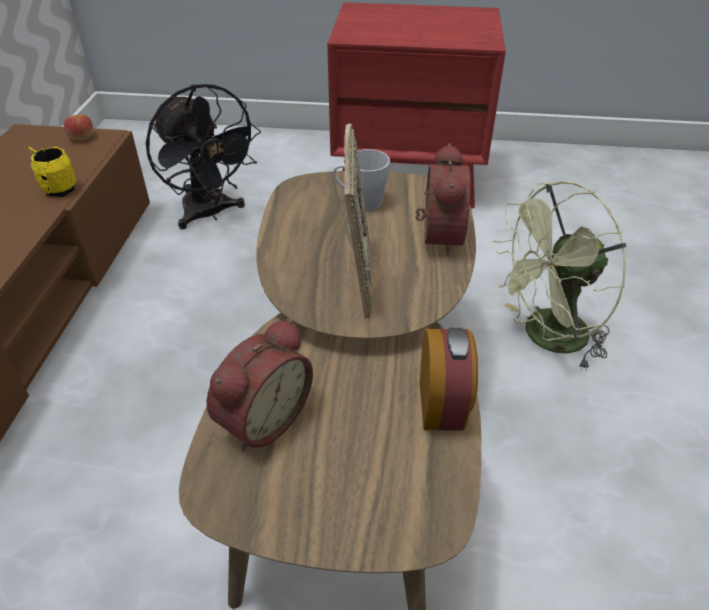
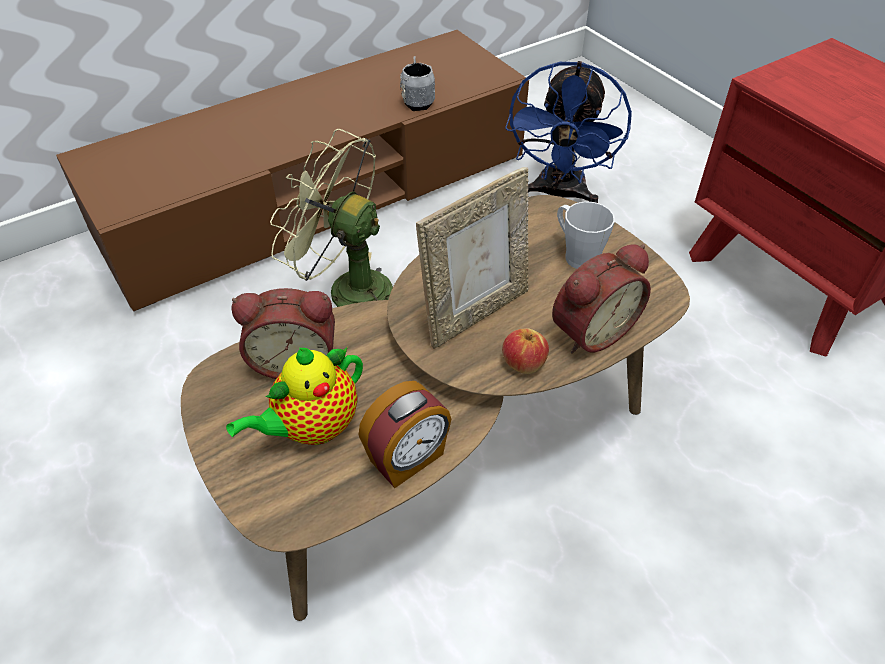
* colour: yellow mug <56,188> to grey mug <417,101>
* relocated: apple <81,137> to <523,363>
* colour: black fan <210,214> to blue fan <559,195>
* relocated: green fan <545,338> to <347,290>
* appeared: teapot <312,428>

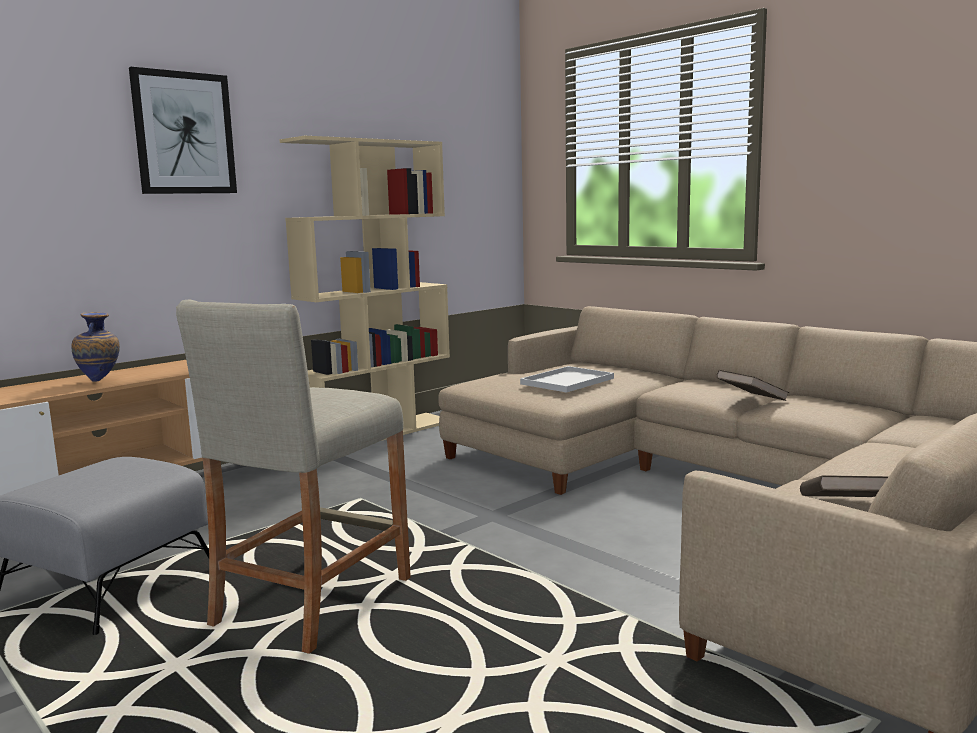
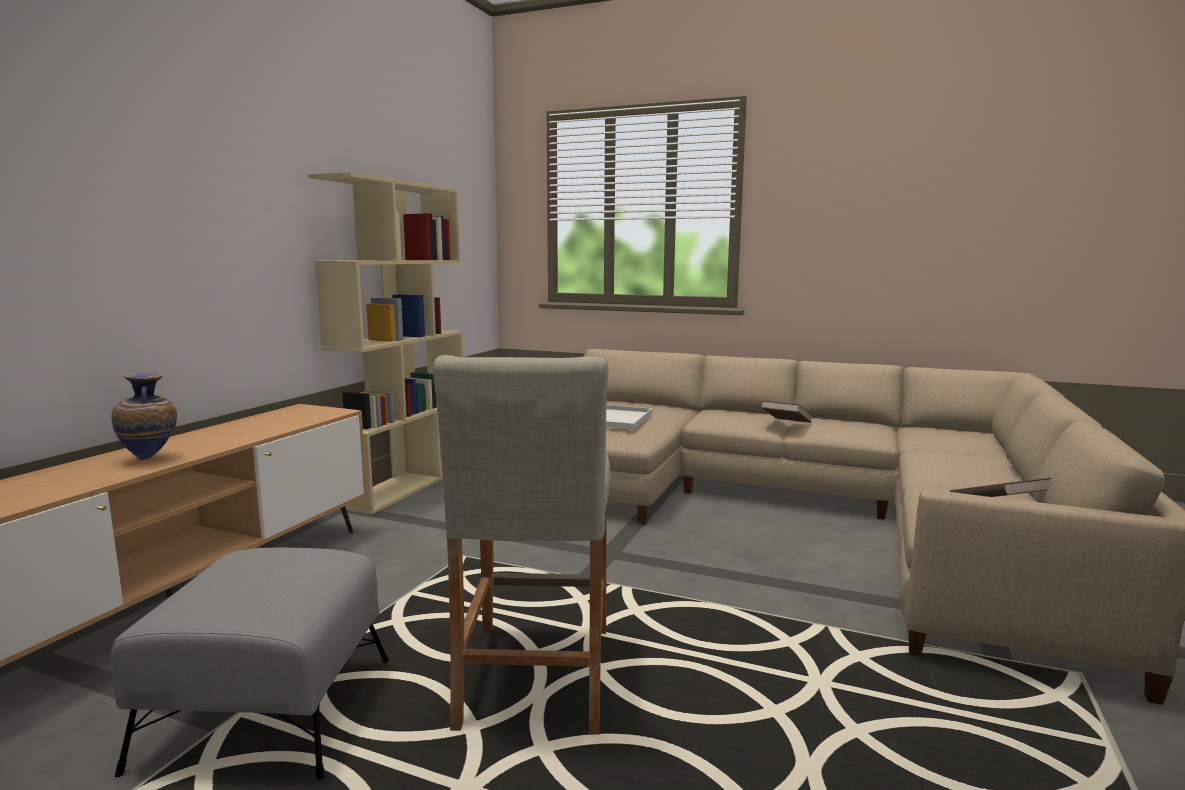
* missing: picture <184,133>

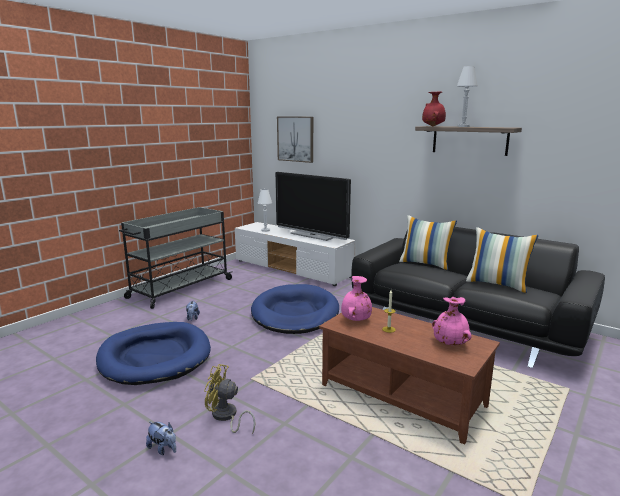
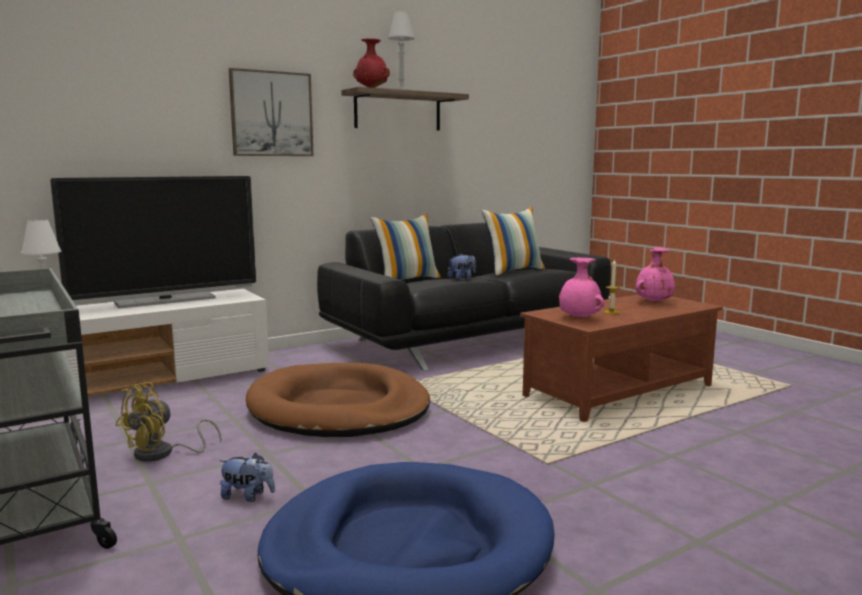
* relocated: plush toy <163,449> to <462,278>
* relocated: yellow fan <226,417> to <162,454>
* colour: blue dog bed <295,313> to brown dog bed <338,408>
* relocated: picture <295,139> to <271,114>

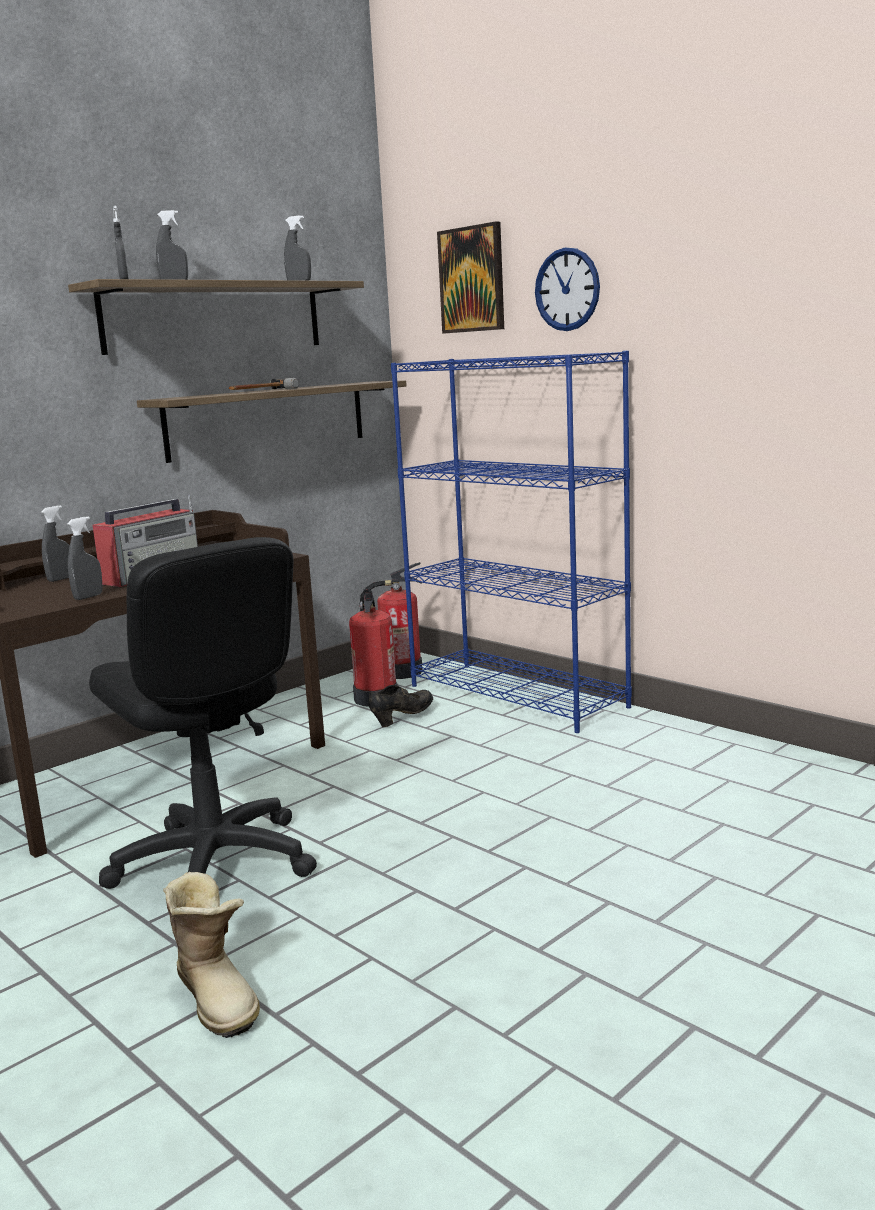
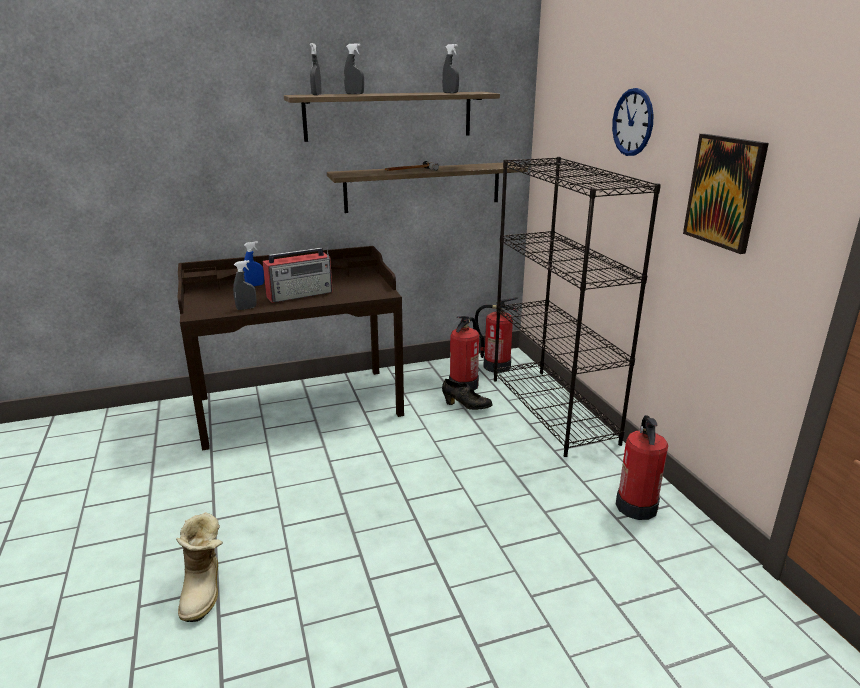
* colour: grey spray bottle <61,579> to blue spray bottle <255,285>
* missing: black office chair <213,864>
* spun: black shoe <403,718> = <466,407> 45 degrees clockwise
* colour: blue bookcase <518,696> to black bookcase <553,410>
* relocated: picture <472,279> to <724,192>
* appeared: fire extinguisher <636,506>

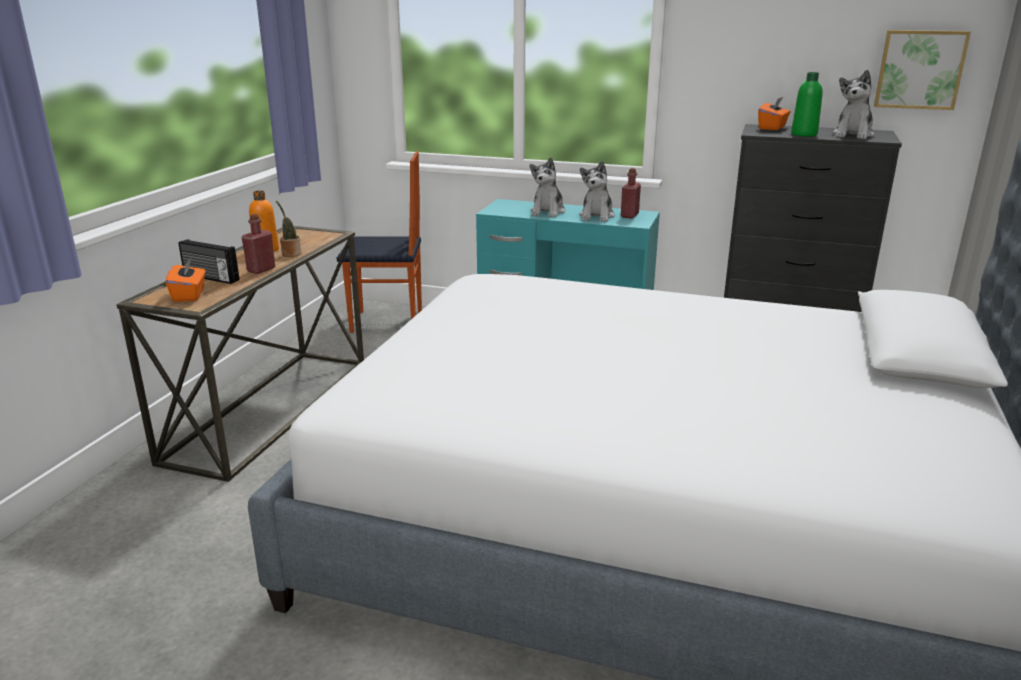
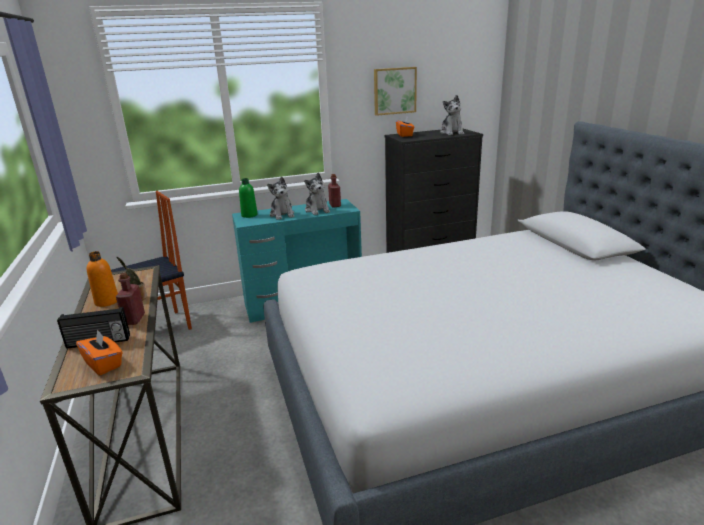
* relocated: green bottle <804,134> to <249,215>
* relocated: picture <920,69> to <394,91>

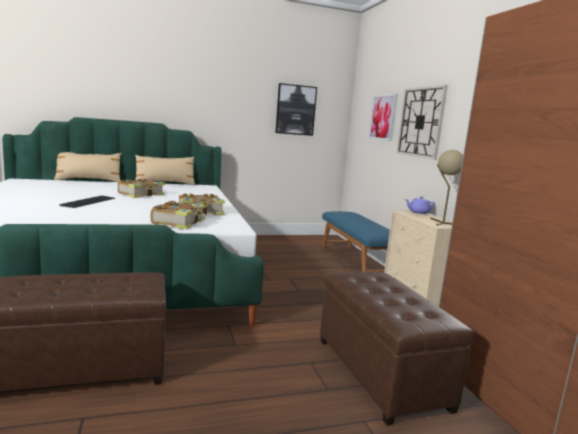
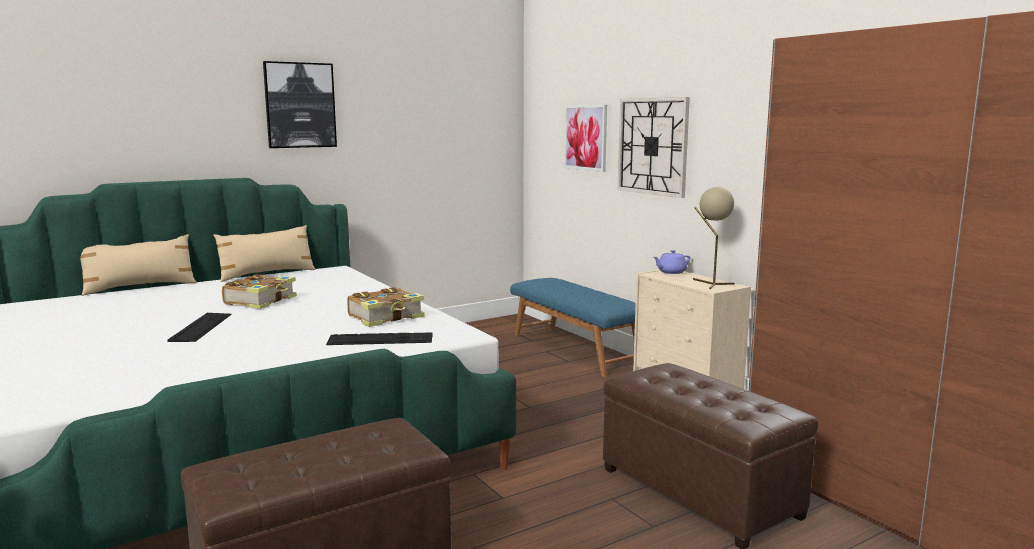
* exchanged: book <180,222> to keyboard <380,339>
* relocated: picture <295,110> to <300,105>

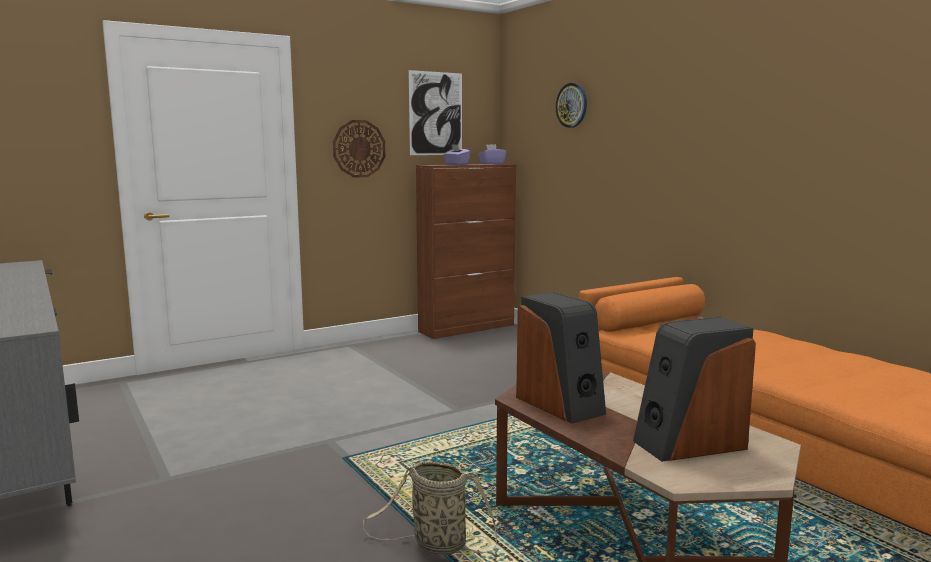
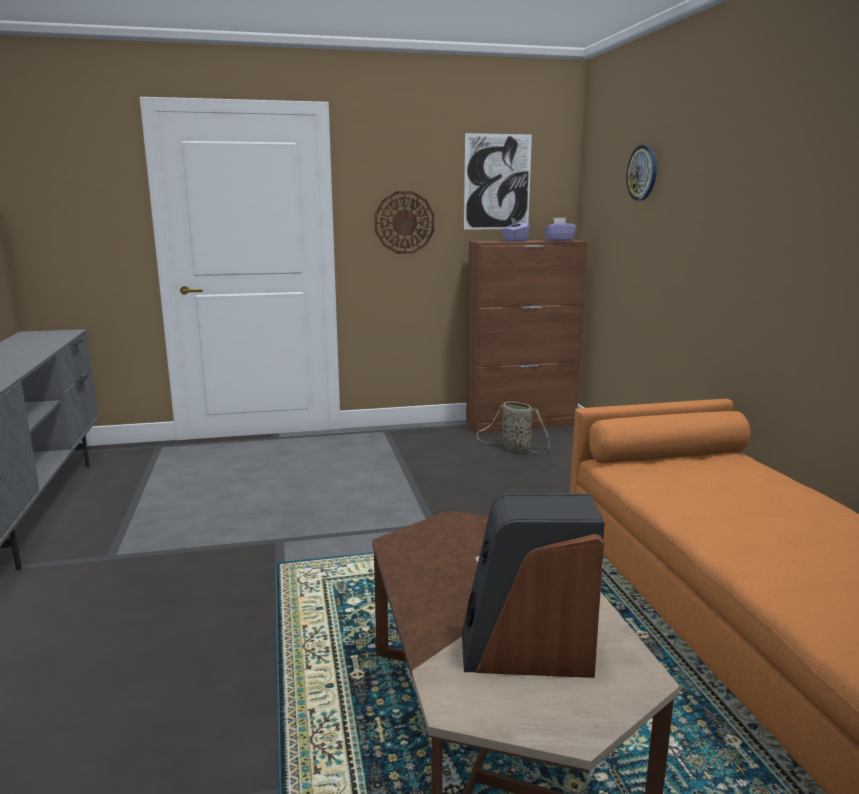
* relocated: basket <436,545> to <514,448>
* missing: speaker <560,404>

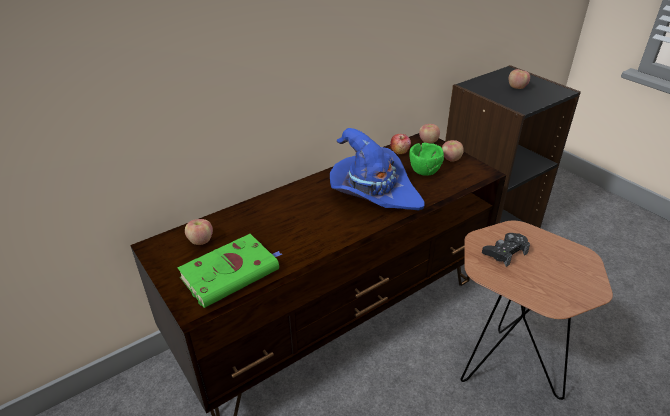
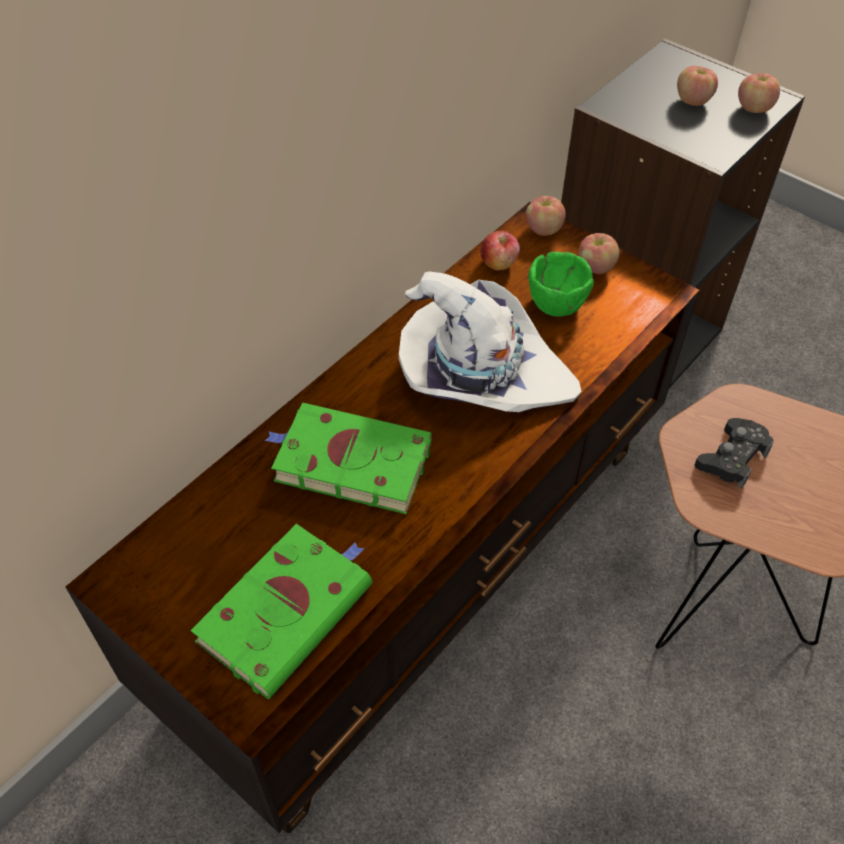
* relocated: apple <200,240> to <753,108>
* colour: blue hat <373,192> to white hat <480,373>
* appeared: green book <348,462>

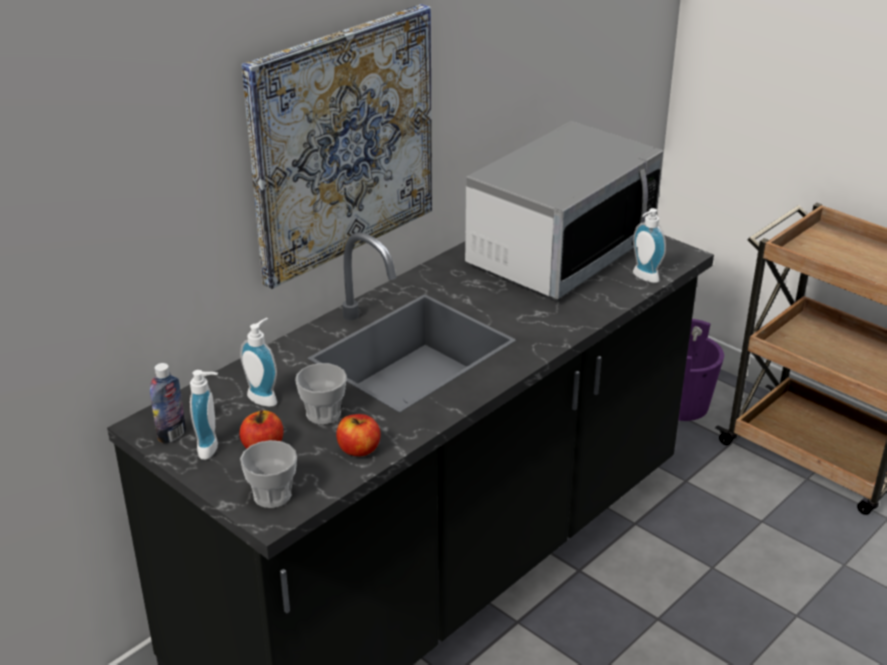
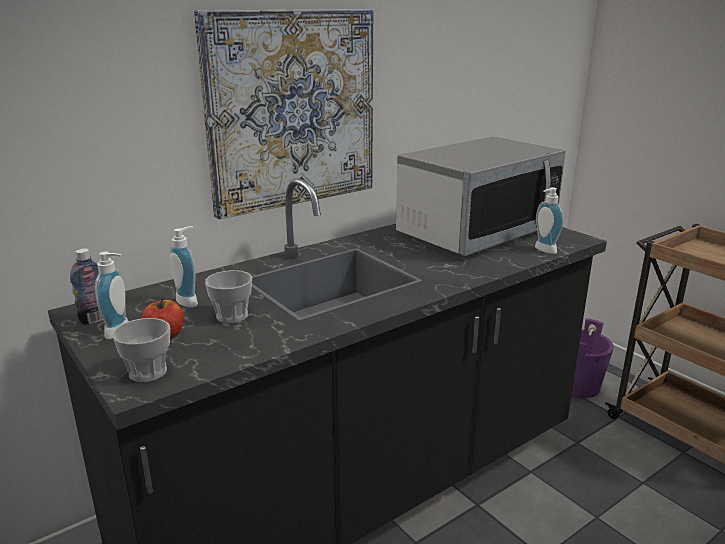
* missing: apple <359,449>

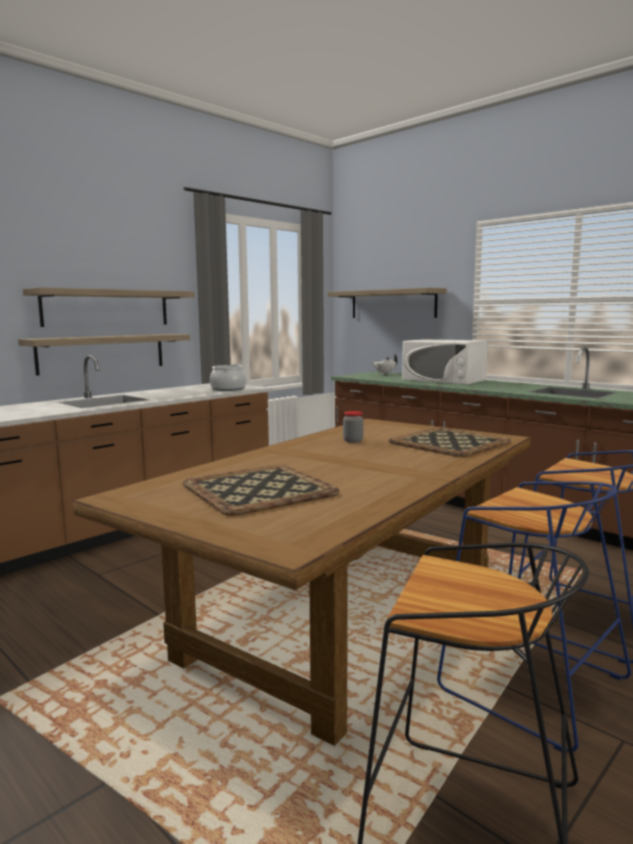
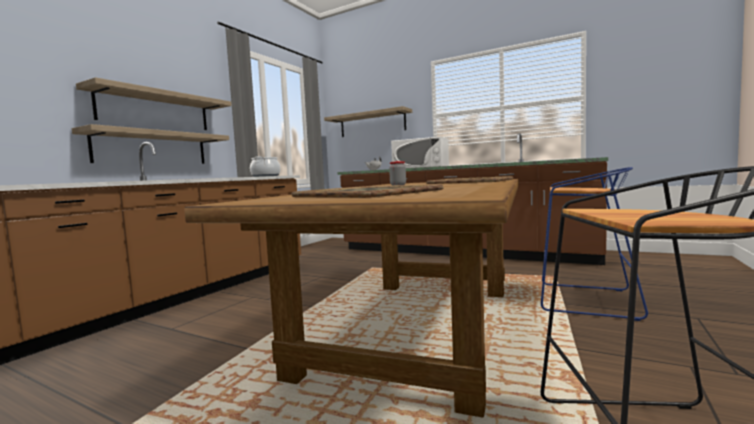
* missing: blue stool <529,684>

